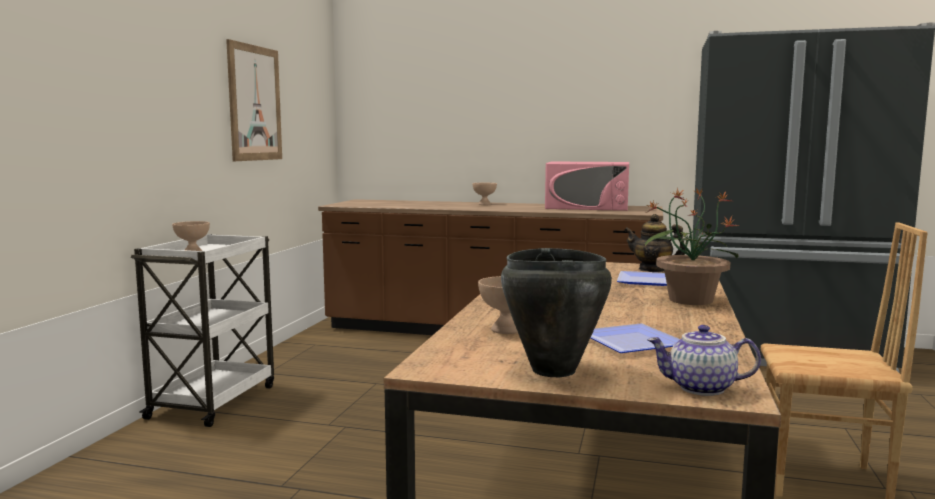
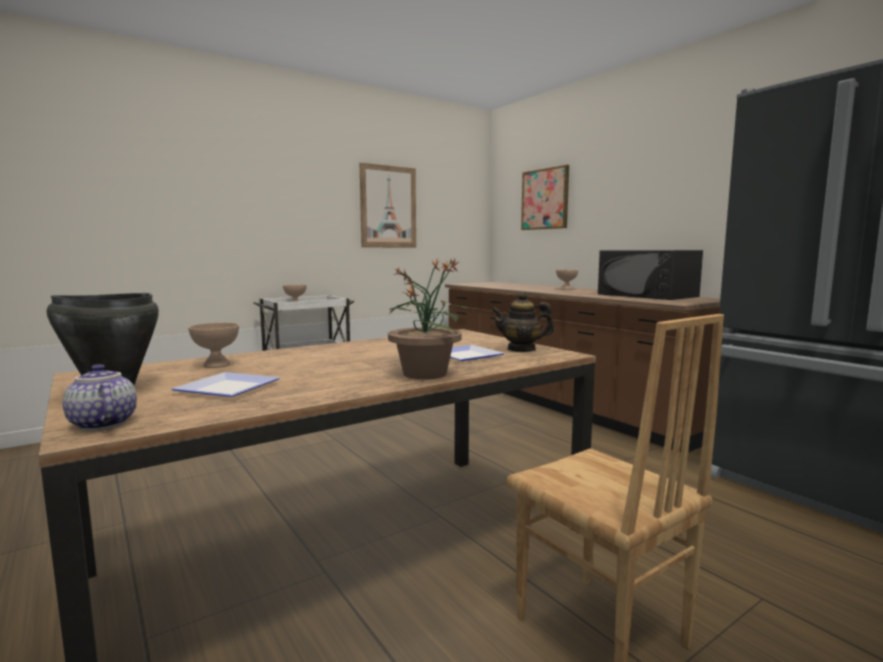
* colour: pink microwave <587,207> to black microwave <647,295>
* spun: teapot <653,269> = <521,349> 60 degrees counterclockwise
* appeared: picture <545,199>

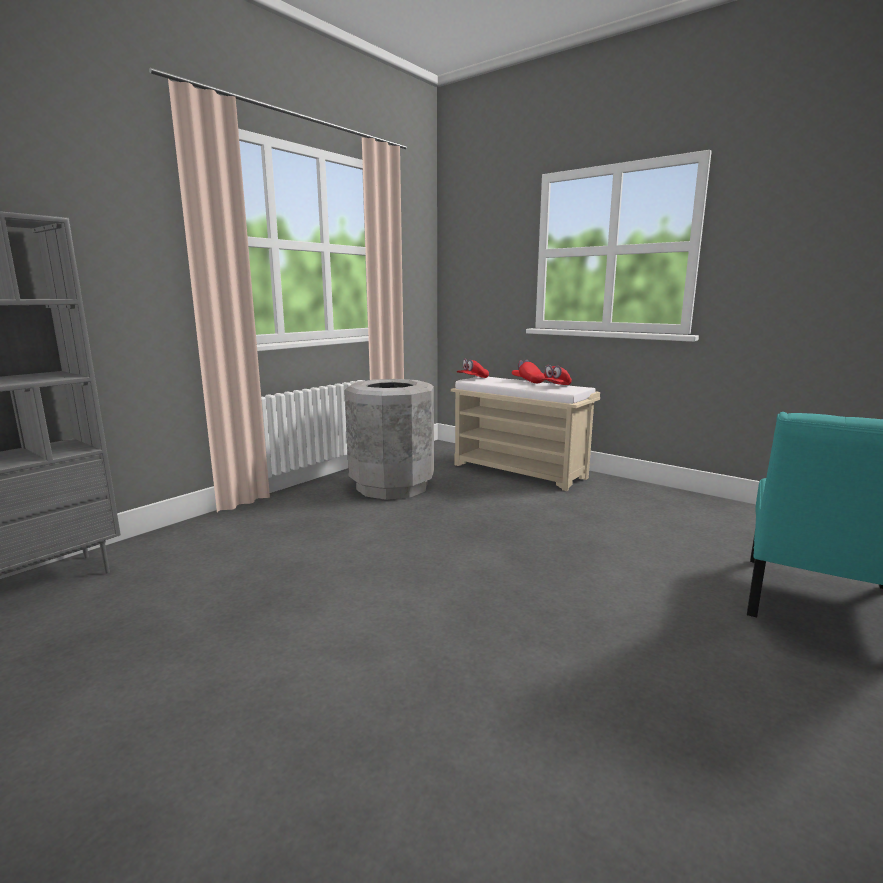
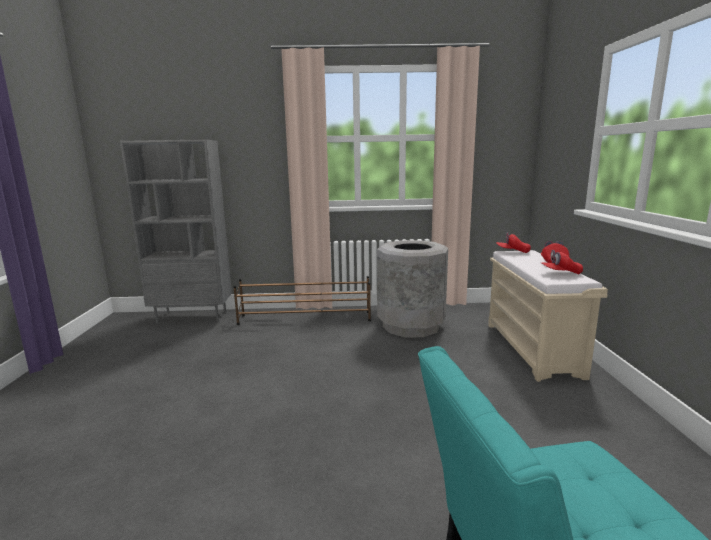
* appeared: brown shoe rack <305,318>

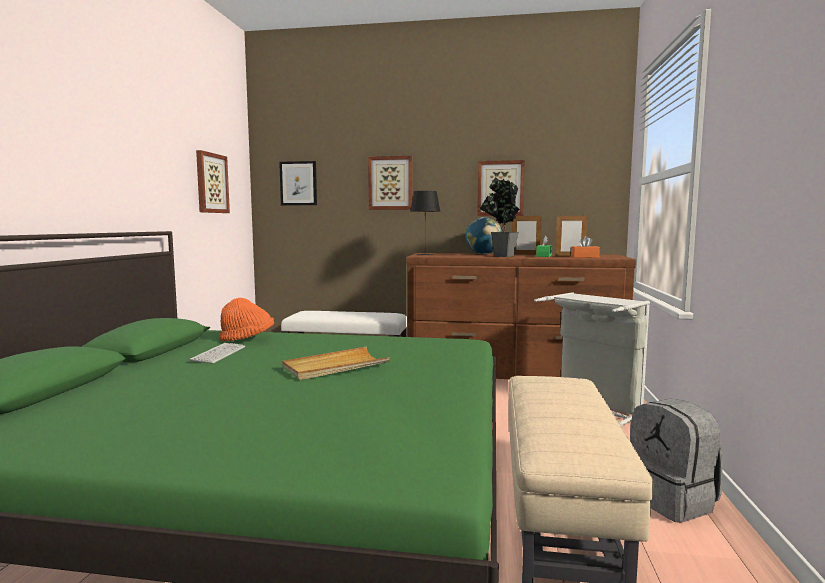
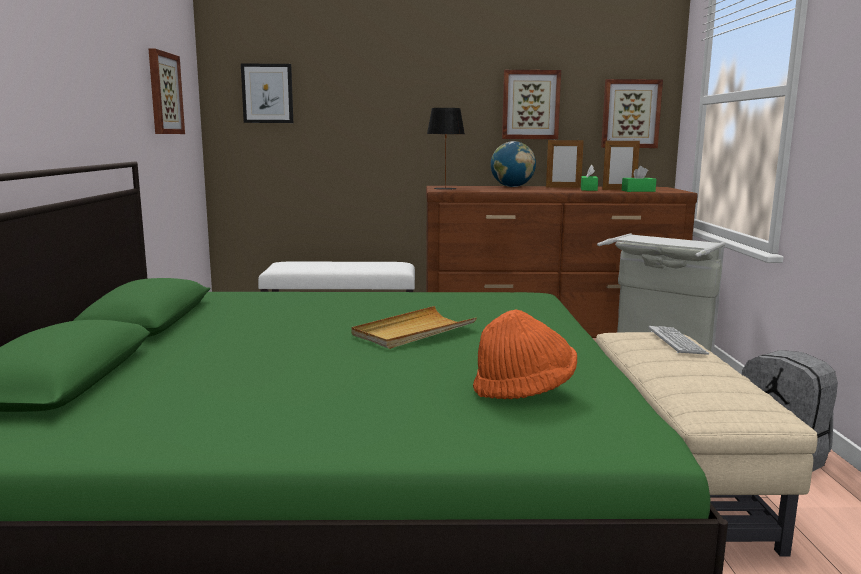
* relocated: keyboard <219,354> to <676,341>
* relocated: orange hat <248,339> to <524,390>
* relocated: picture <390,183> to <630,114>
* missing: potted plant <501,256>
* colour: orange tissue box <584,257> to green tissue box <638,191>

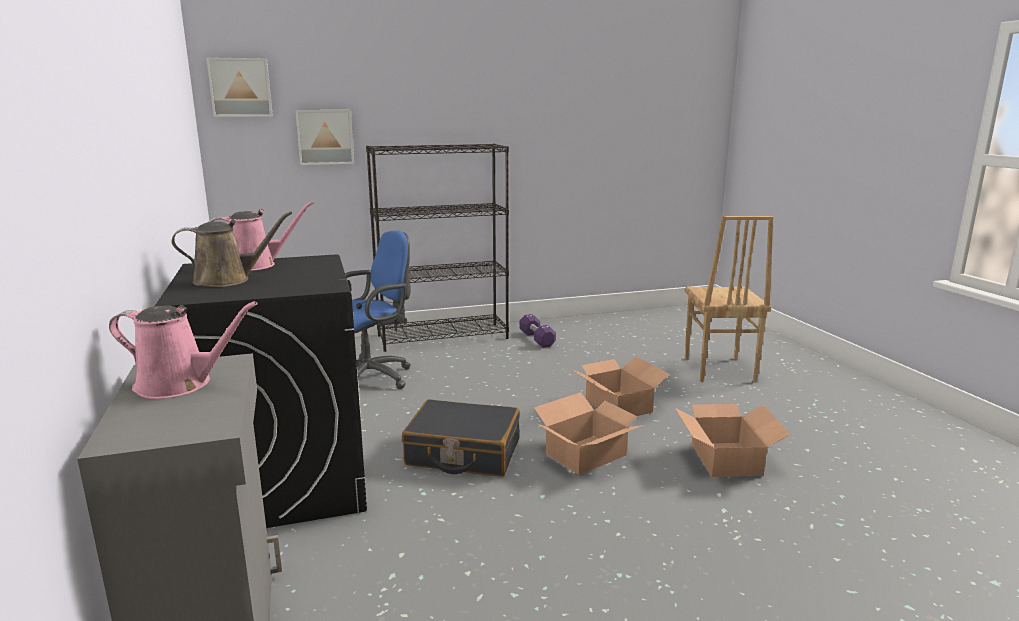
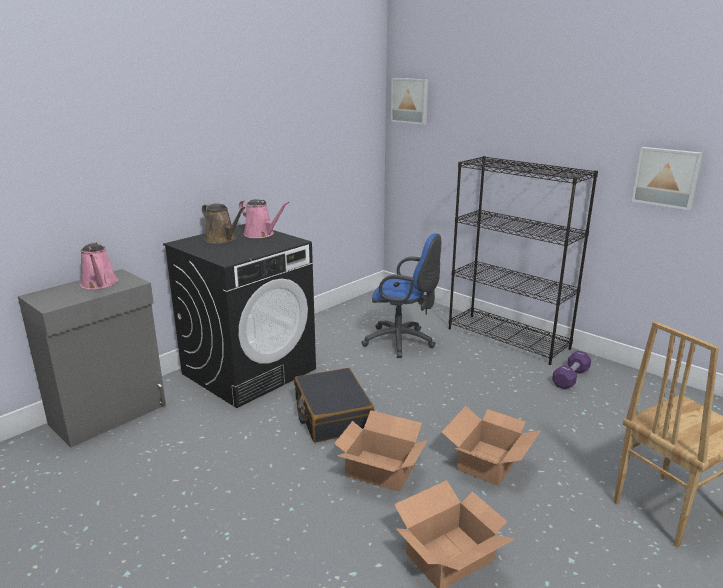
* relocated: picture <325,137> to <666,177>

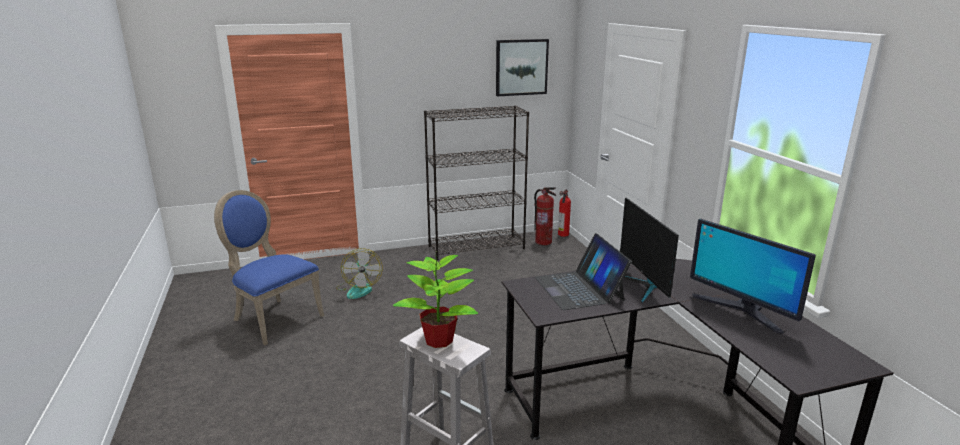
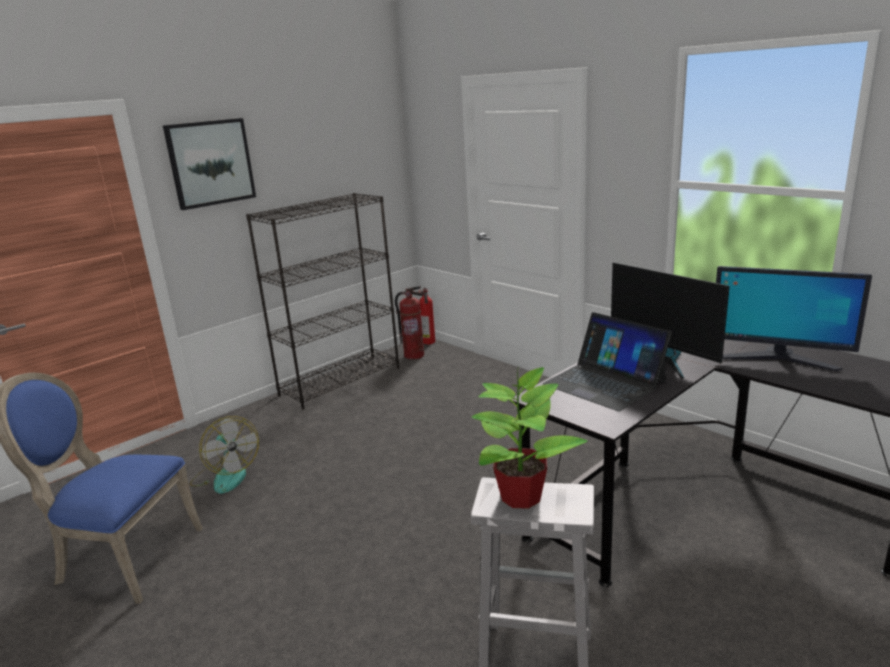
* relocated: picture <521,67> to <210,163>

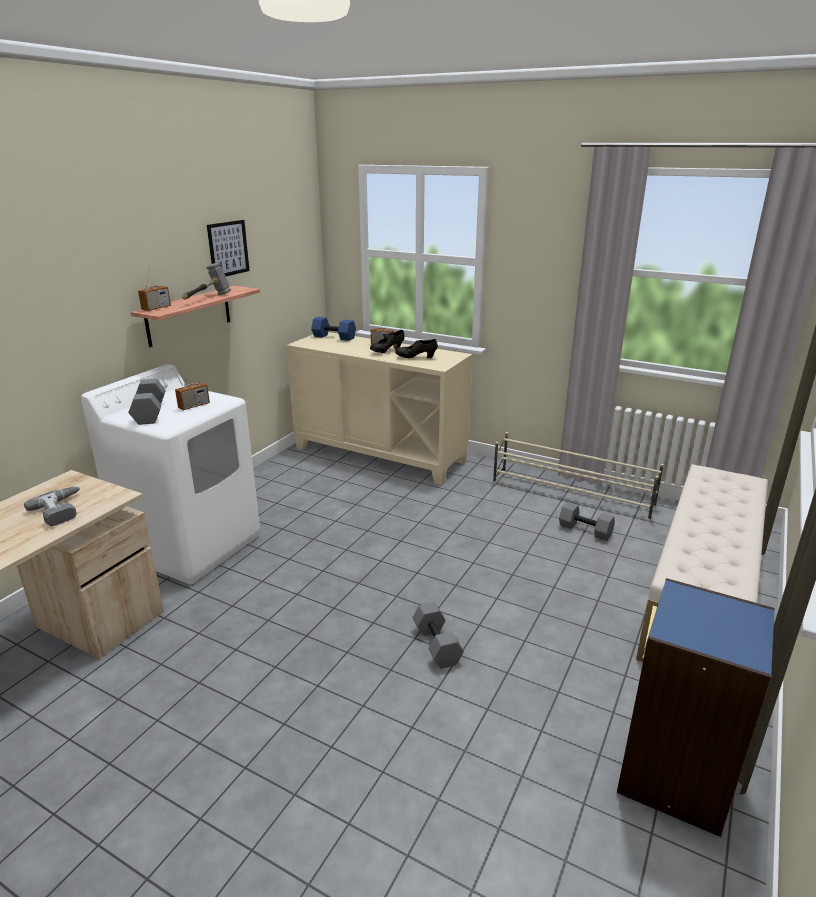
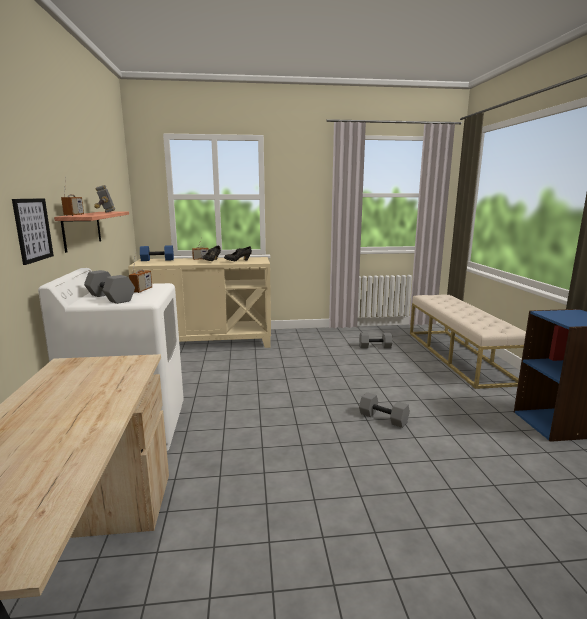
* missing: power drill <62,510>
* relocated: picture <228,248> to <33,230>
* missing: beige shoe rack <572,495>

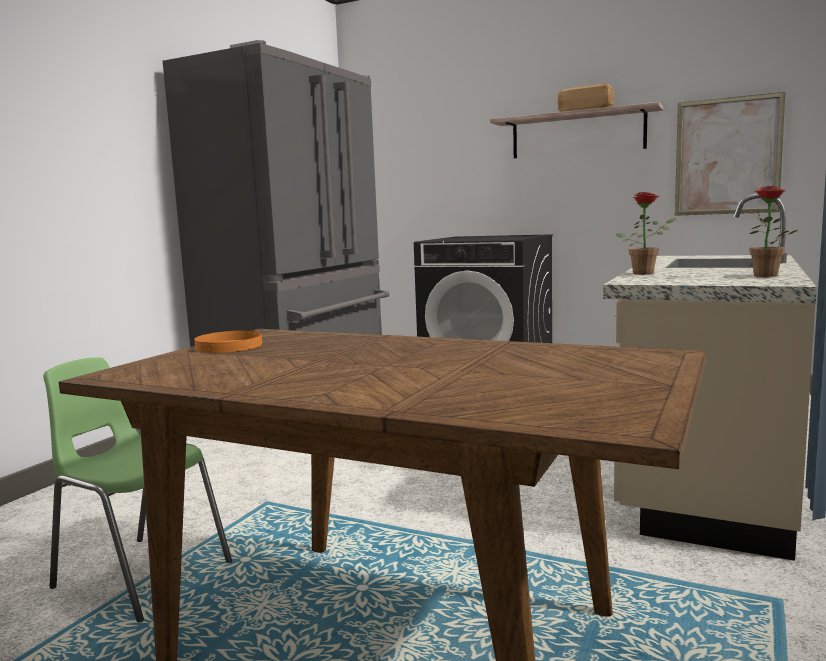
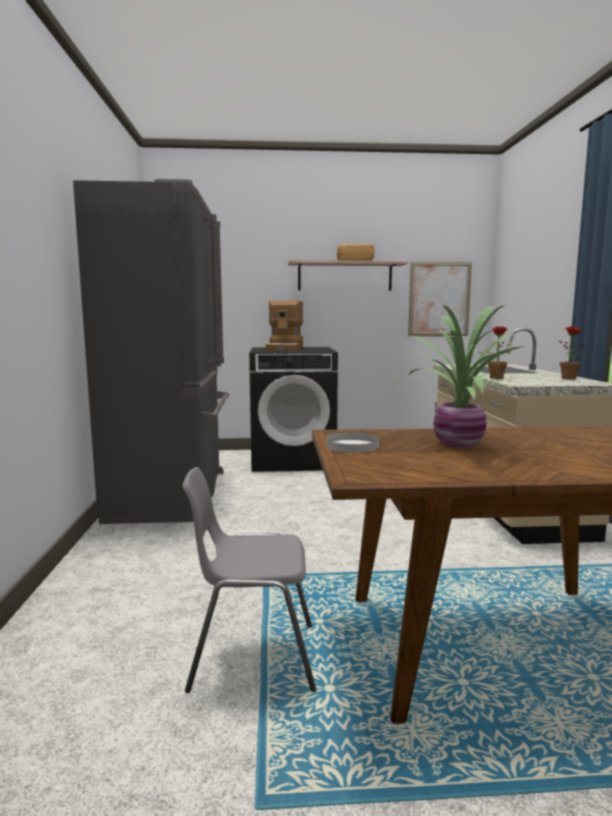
* colour: green chair <141,575> to grey chair <252,657>
* colour: orange plate <229,346> to white plate <352,446>
* appeared: coffee machine <285,348>
* appeared: potted plant <461,445>

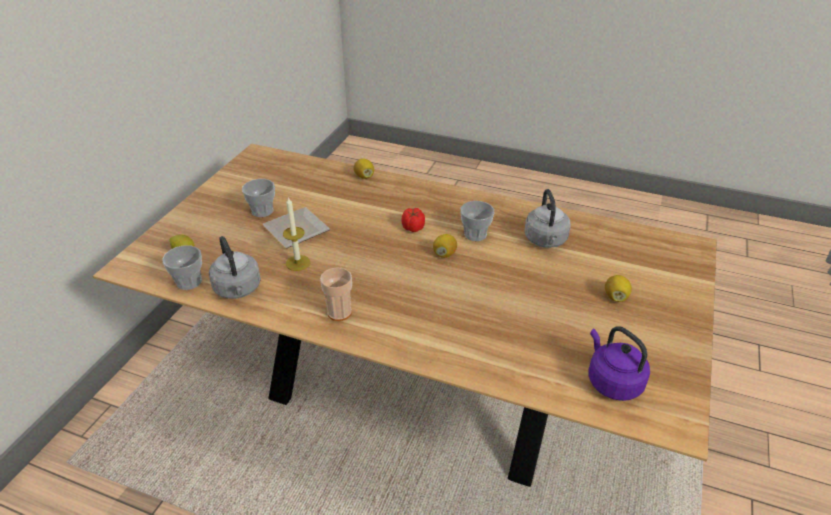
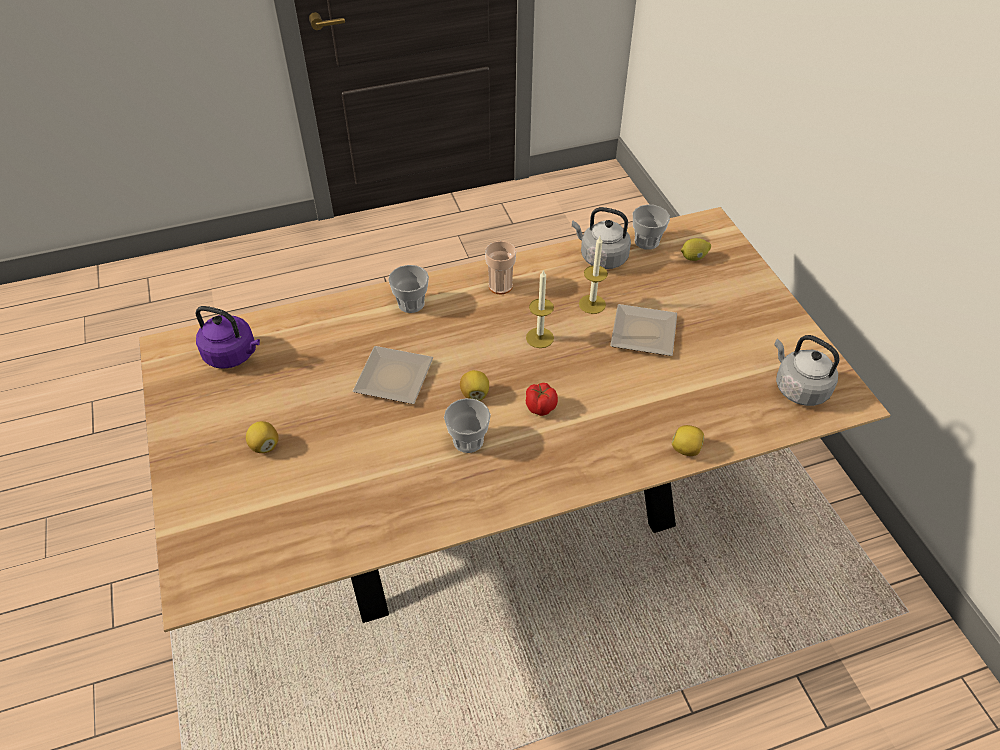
* relocated: cup <262,211> to <411,303>
* relocated: grey kettle <546,241> to <798,388>
* appeared: plate <392,376>
* appeared: candle <539,338>

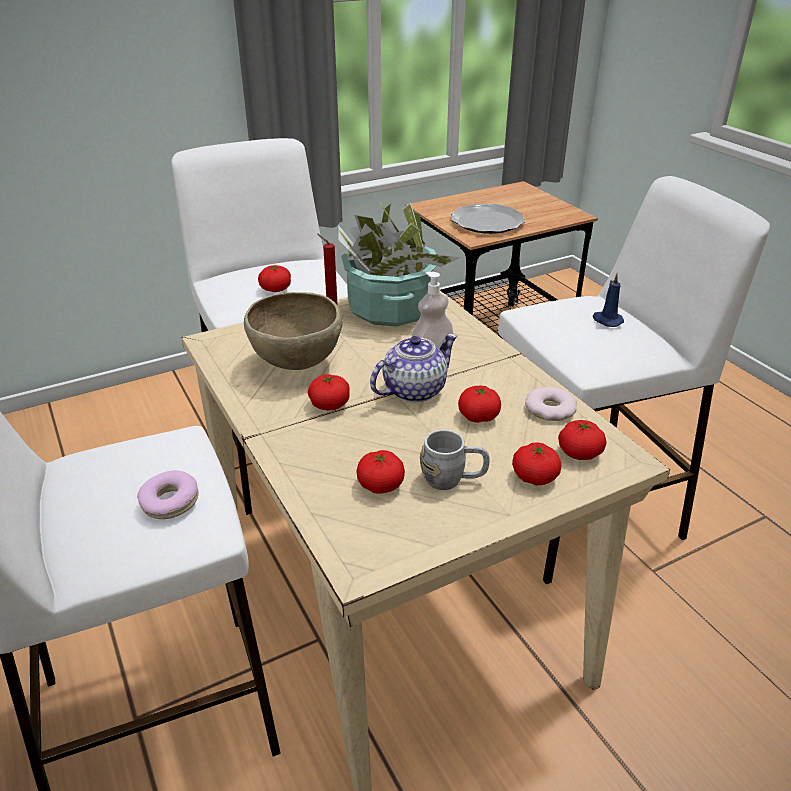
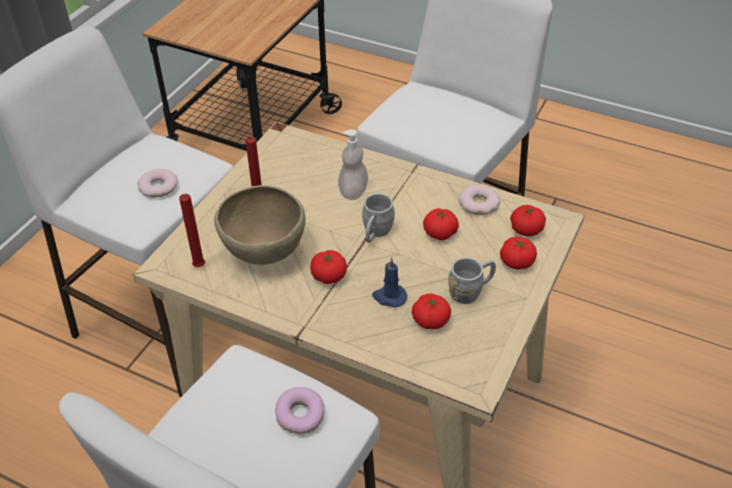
* exchanged: tomato <276,289> to donut <158,187>
* missing: potted plant <390,308>
* exchanged: teapot <413,390> to grey mug <375,233>
* missing: plate <487,222>
* relocated: blue candle <606,320> to <389,297>
* appeared: red candle <199,268>

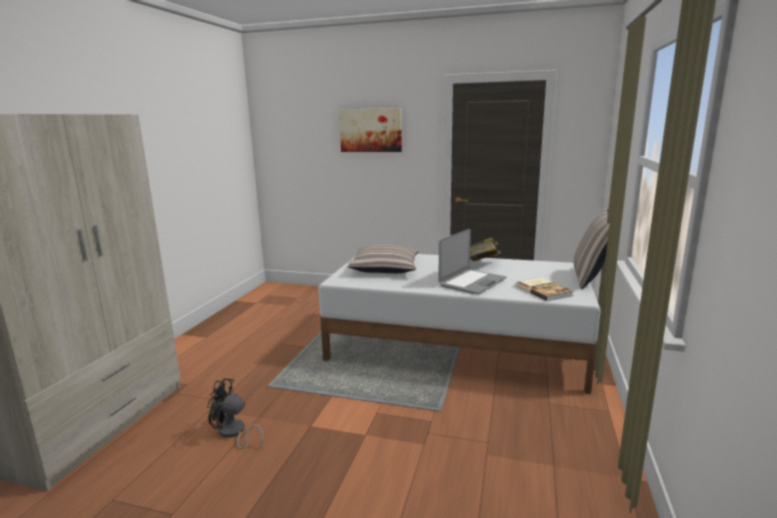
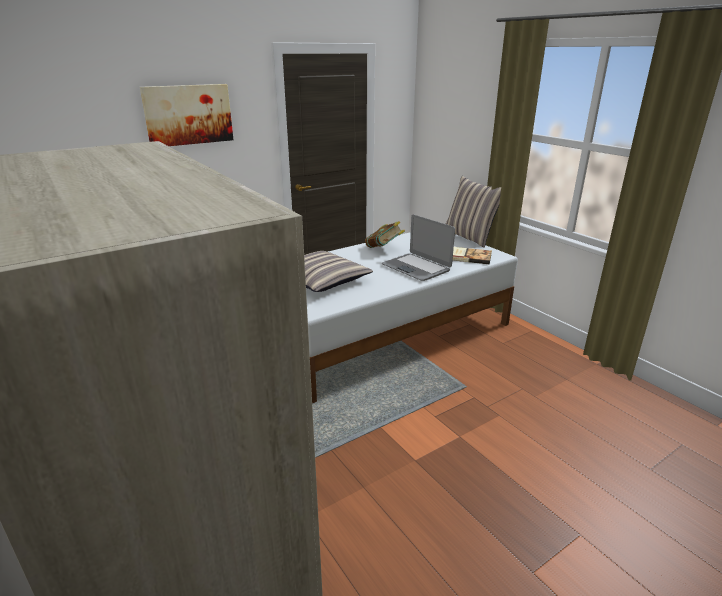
* missing: black fan <233,433>
* spun: laptop <472,282> = <416,267> 150 degrees clockwise

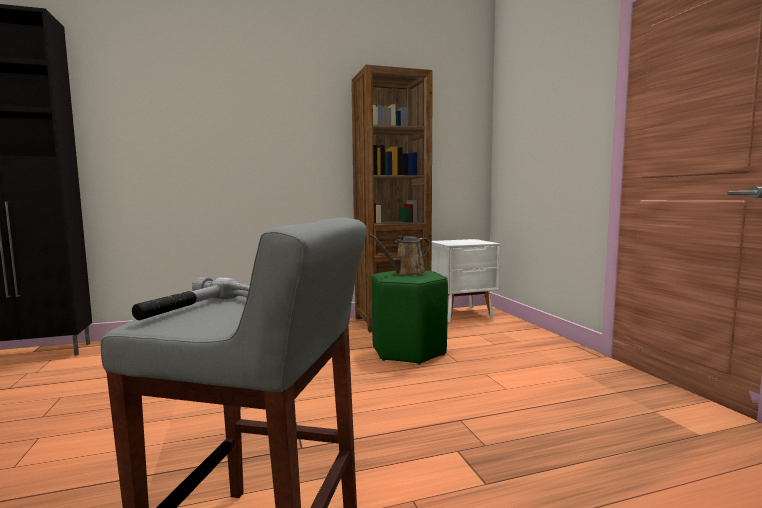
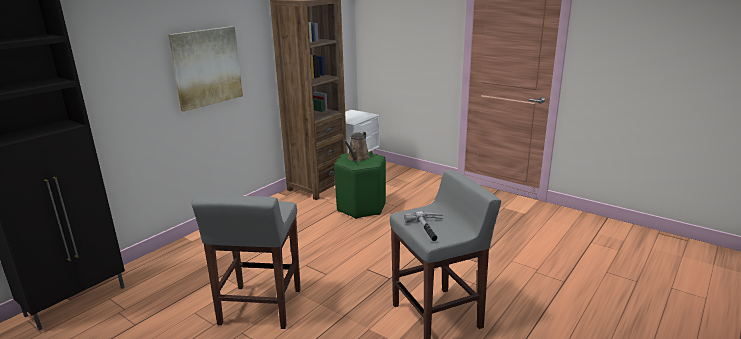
* appeared: picture <207,67>
* appeared: grey stool <260,308>

